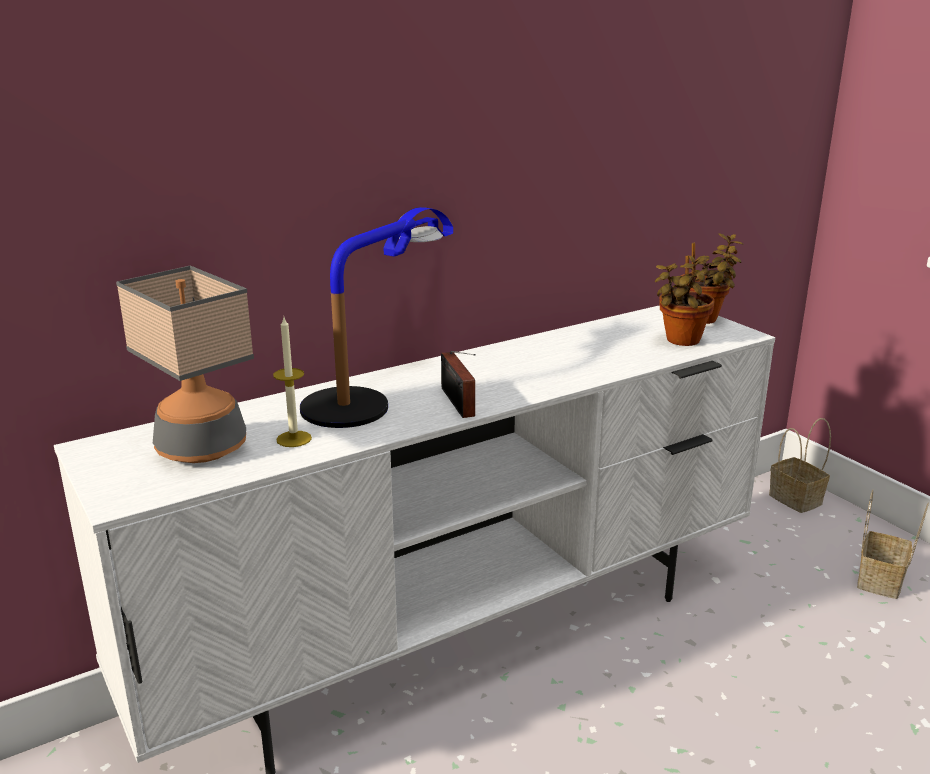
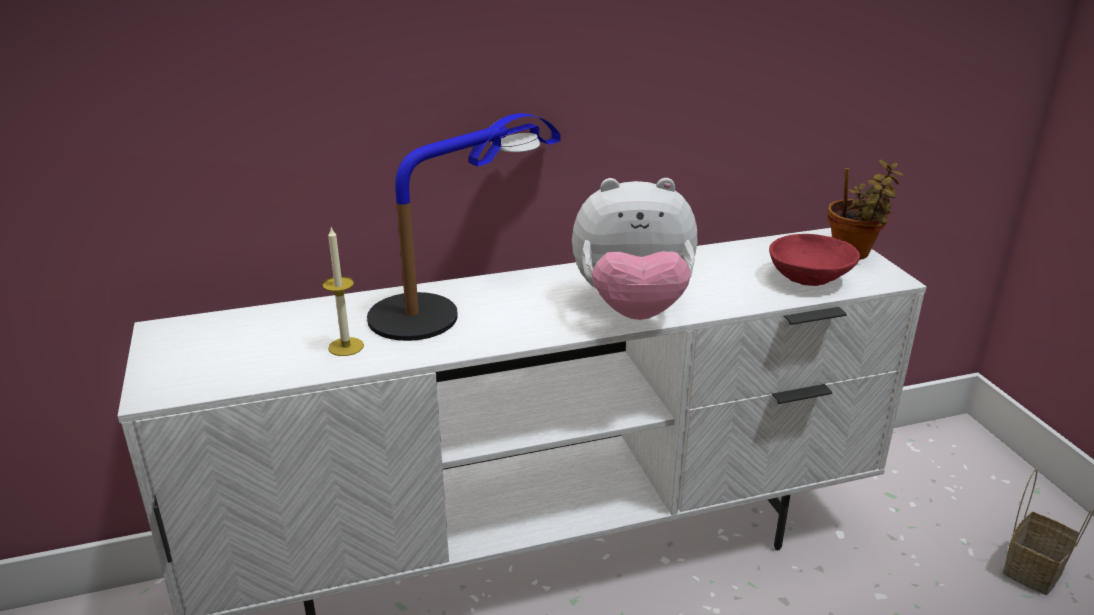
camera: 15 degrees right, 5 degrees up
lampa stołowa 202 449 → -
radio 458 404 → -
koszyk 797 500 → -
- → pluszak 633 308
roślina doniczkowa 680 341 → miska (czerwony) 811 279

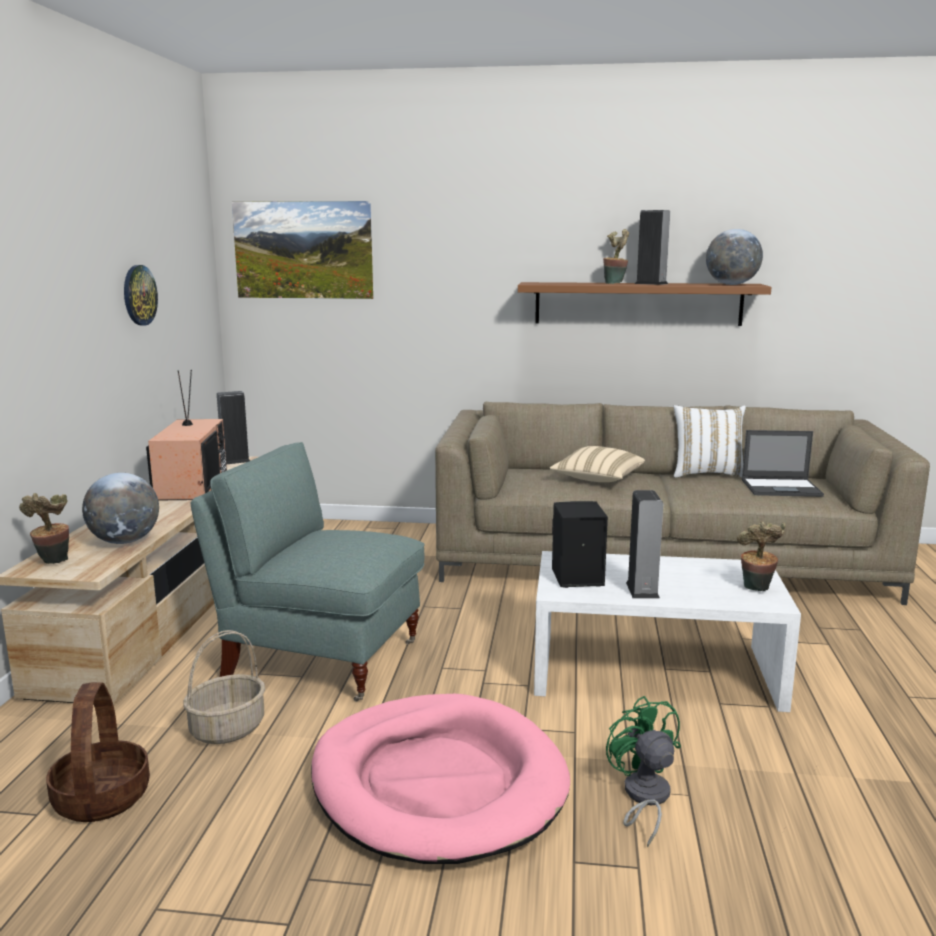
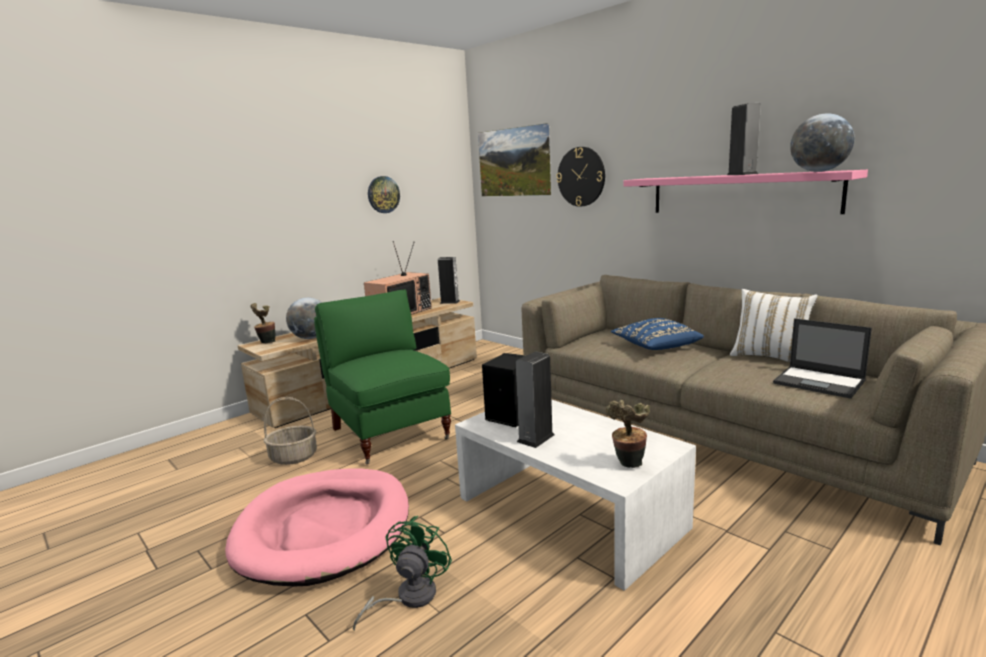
camera: 40 degrees right, 0 degrees up
koszyk 101 797 → -
roślina doniczkowa 615 283 → -
- → zegar ścienny 581 176
fotel (szary) 320 659 → fotel (zielony) 390 433
półka (brązowy) 638 303 → półka (różowy) 740 194
poduszka (beżowy) 597 479 → poduszka (niebieski) 655 347

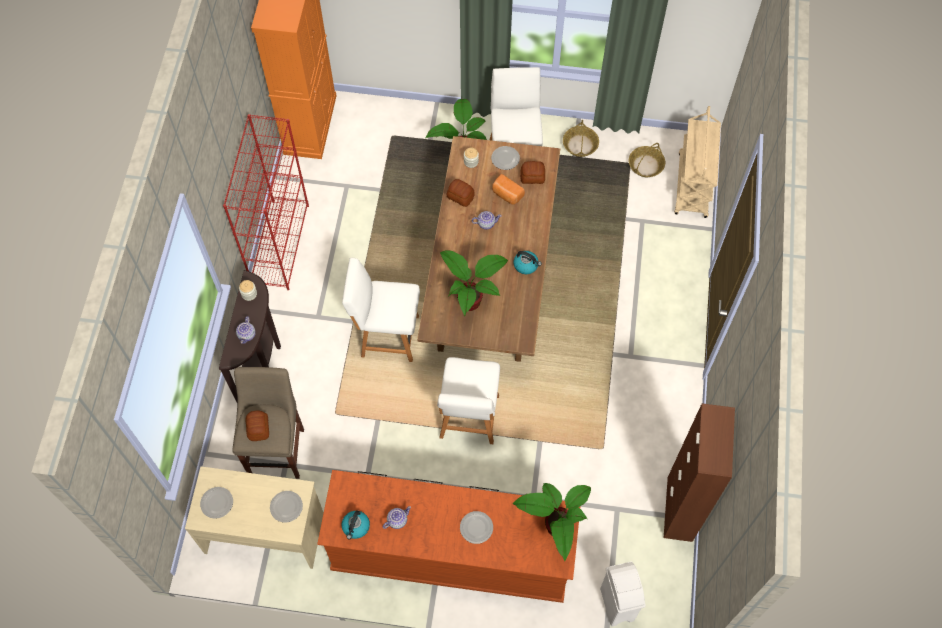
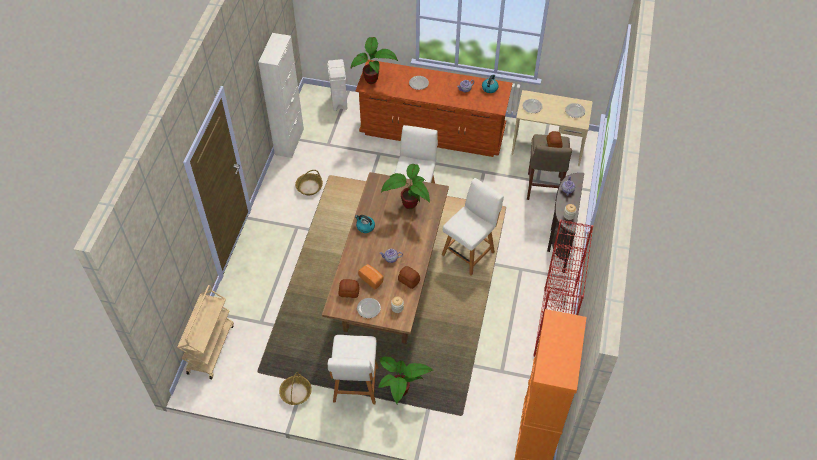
camera: 175 degrees left, 10 degrees down
koszyk 645 165 → koszyk 309 187, relocated
szafka (brązowy) 679 509 → szafka (biały) 289 142
krzesło (biały) 387 336 → krzesło (biały) 469 252, 60 degrees counterclockwise

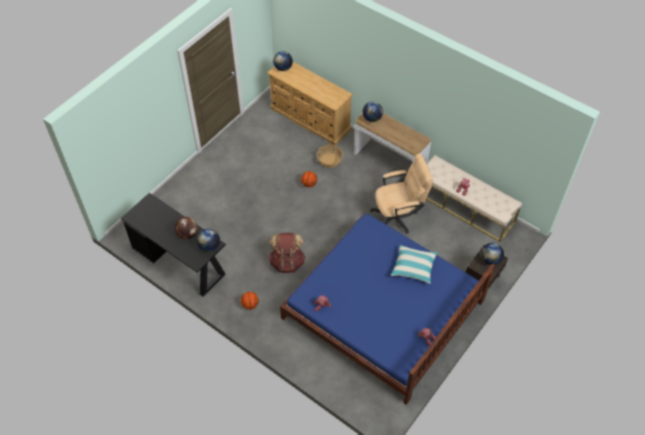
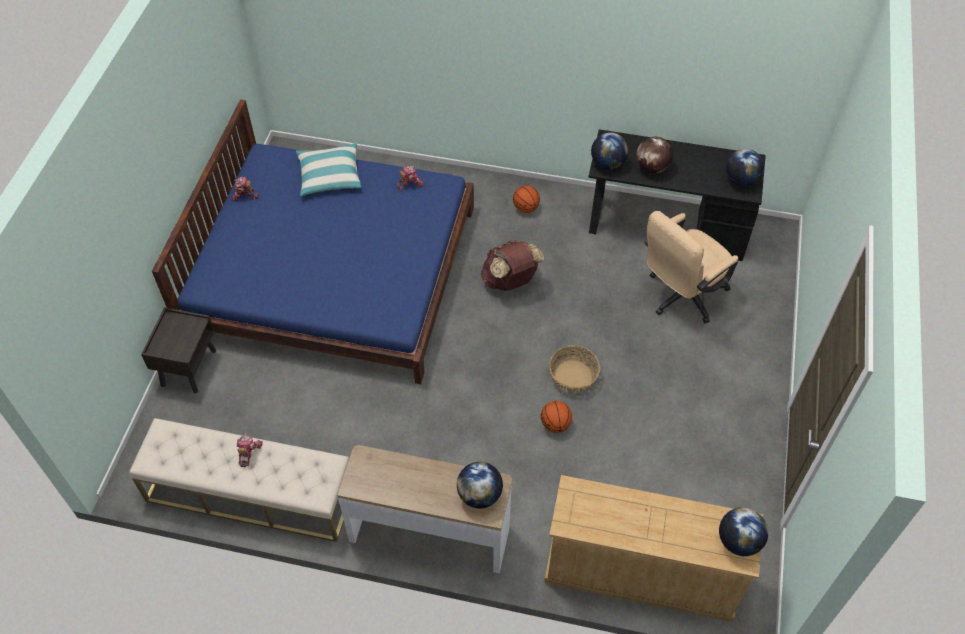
camera: 155 degrees right, 0 degrees up
koszyk 329 160 → koszyk 573 376, relocated
krzesło biurowe (beżowy) 398 216 → krzesło biurowe (beżowy) 680 297, relocated
poduszka 413 267 → poduszka 330 176, relocated
globus 490 260 → globus 740 180, relocated

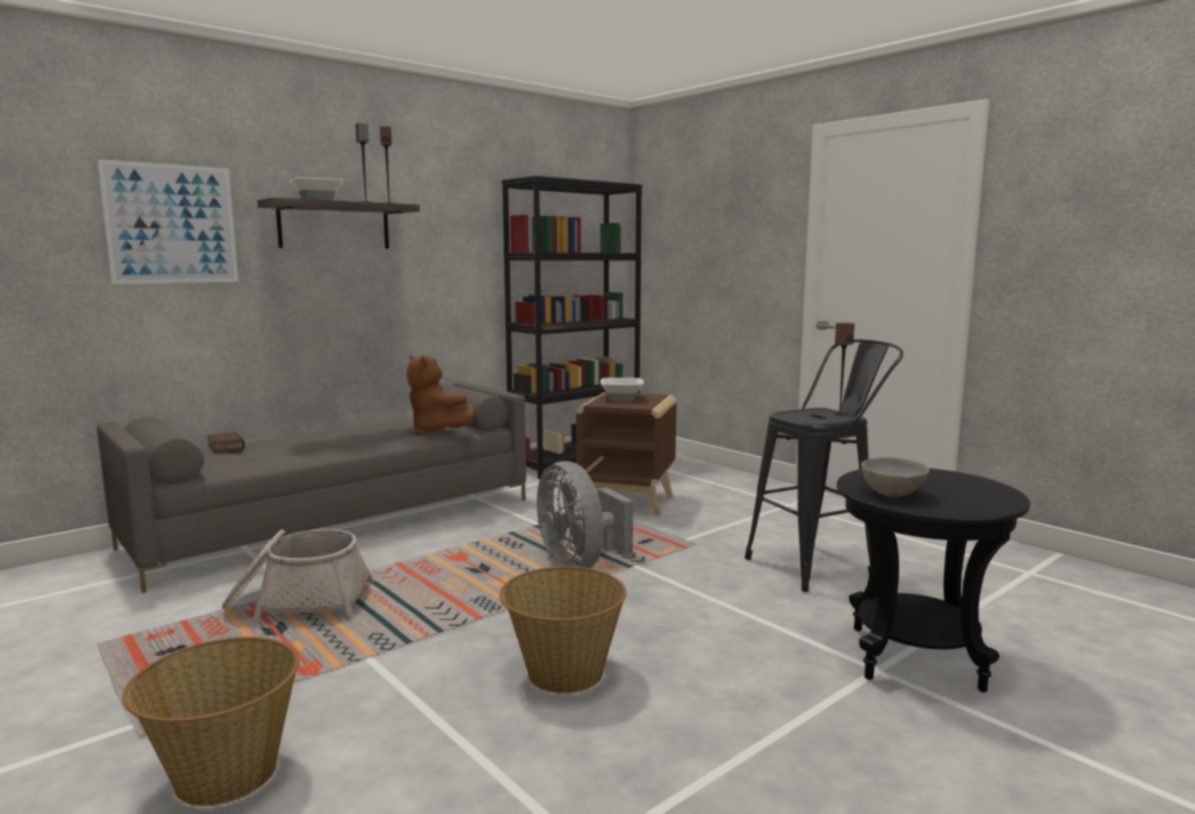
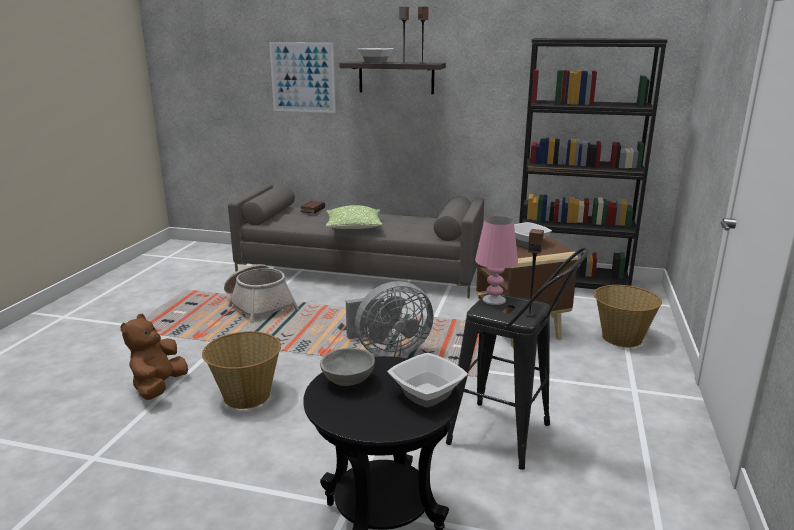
camera: 55 degrees right, 10 degrees up
- → poduszka 353 227
- → miska 425 394
- → lampa stołowa (różowy) 493 300
koszyk 224 774 → koszyk 621 338, relocated
pluszak (brązowy) 437 431 → pluszak (brązowy) 159 387, relocated
wentylator (szary) 579 565 → wentylator (szary) 388 351, 135 degrees counterclockwise

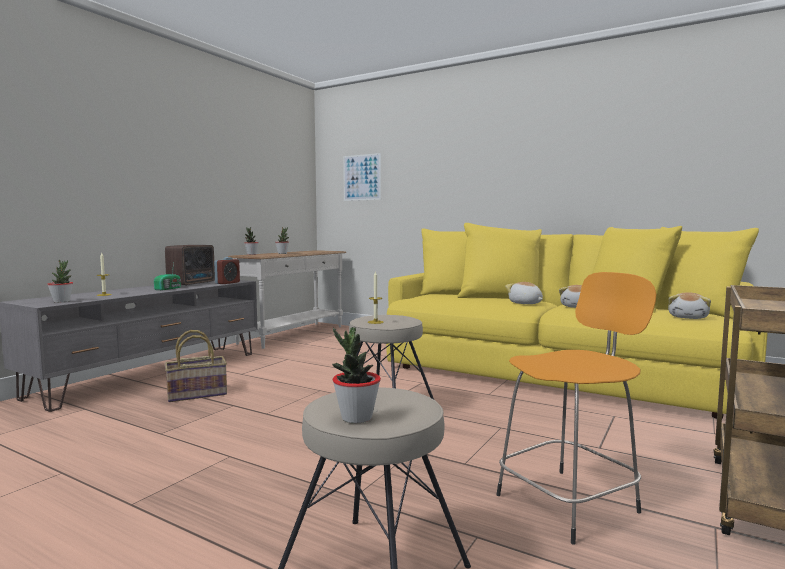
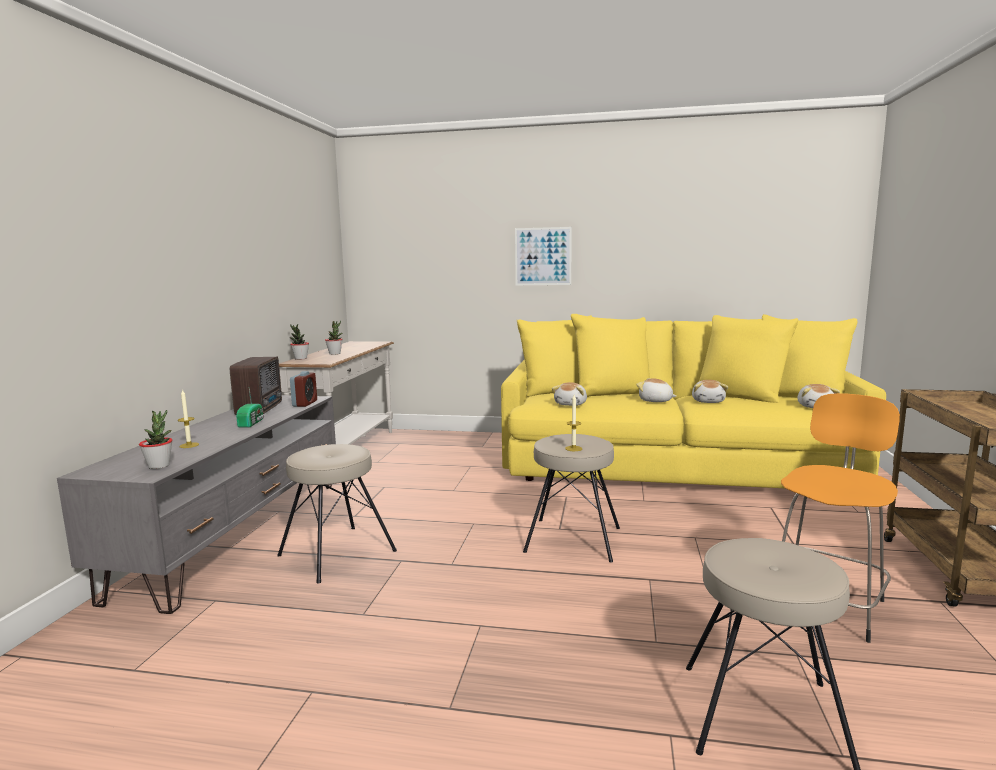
camera: 20 degrees left, 5 degrees up
roślina doniczkowa 356 418 → -
- → pluszak 571 404
obraz 362 177 → obraz 543 256, relocated
koszyk 197 394 → stołek (beżowy) 336 552

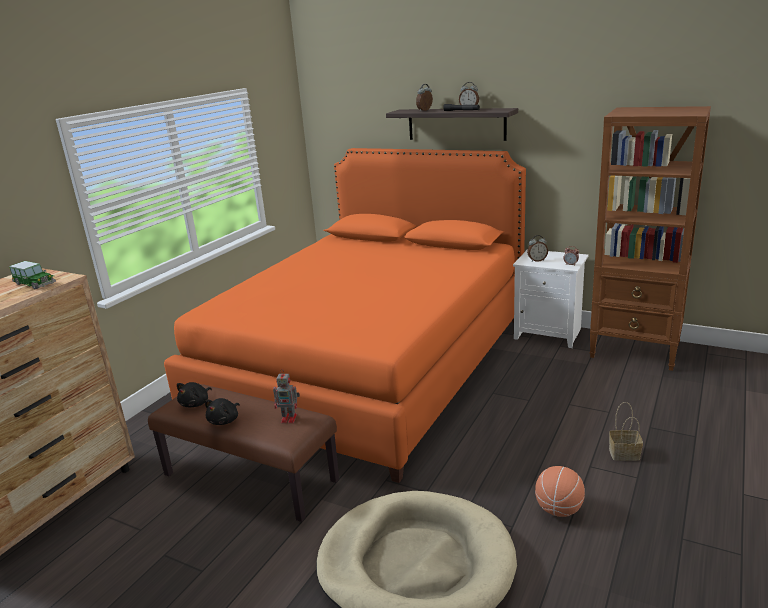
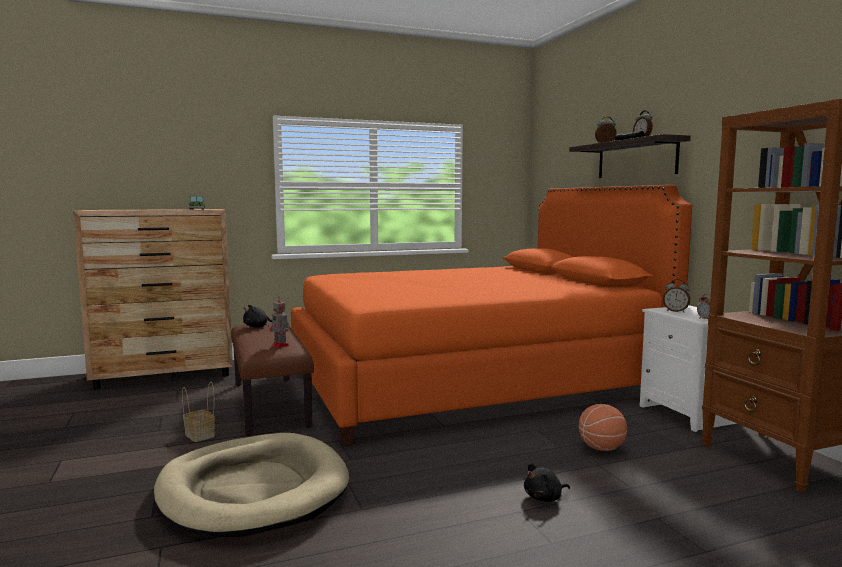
camera: 40 degrees right, 15 degrees down
pluszak (czarny) 225 420 → pluszak (czarny) 545 498, relocated
piłka do koszykówki 558 509 → piłka do koszykówki 601 448, relocated
koszyk 625 453 → koszyk 200 435, relocated

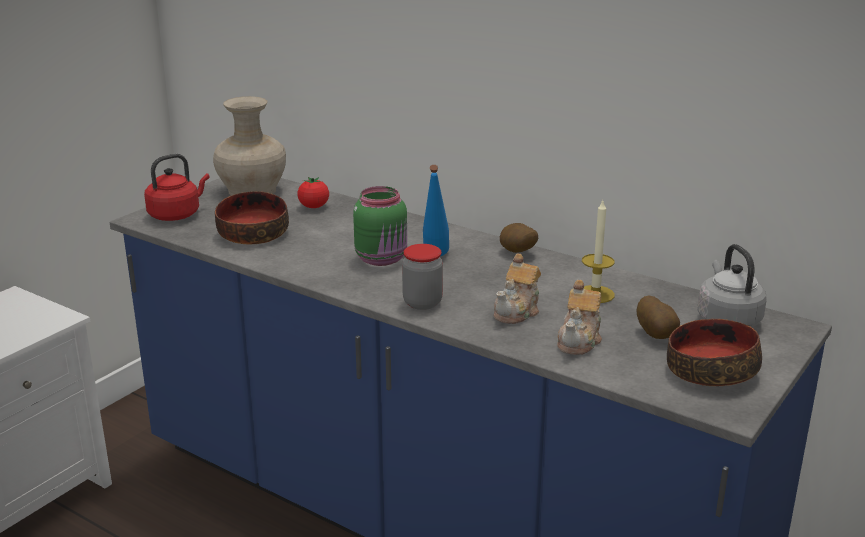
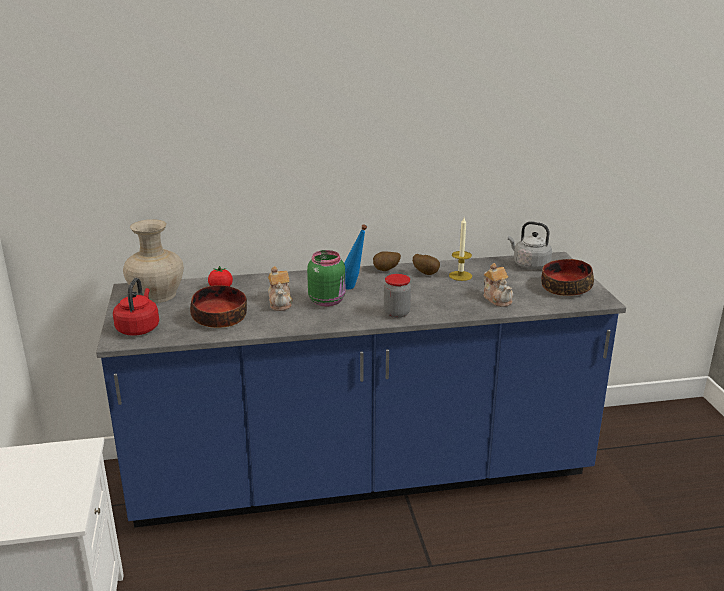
camera: 45 degrees left, 0 degrees up
imbryk 518 312 → imbryk 280 302, relocated
ziemniak 657 334 → ziemniak 426 273, relocated

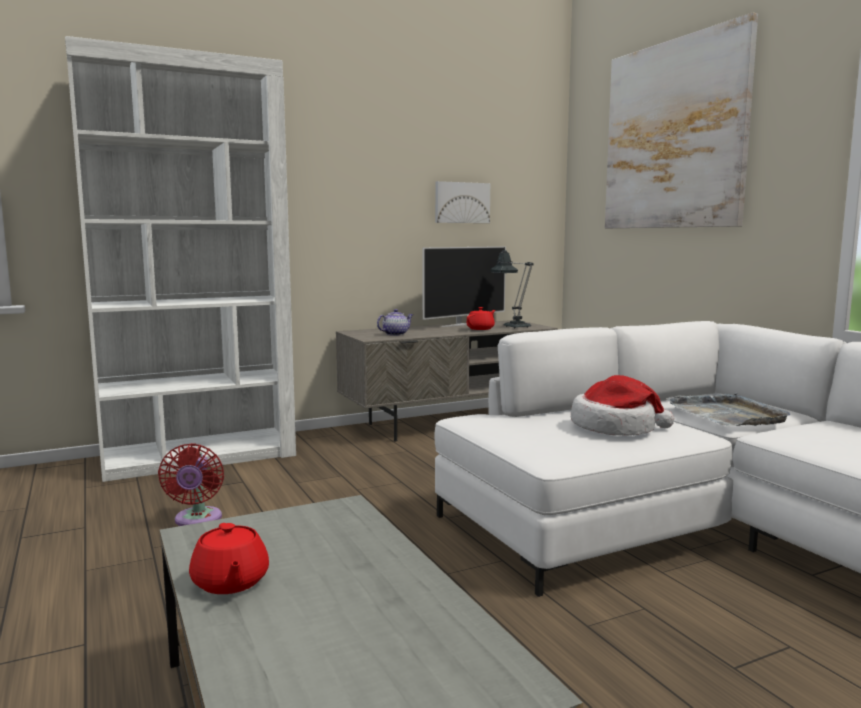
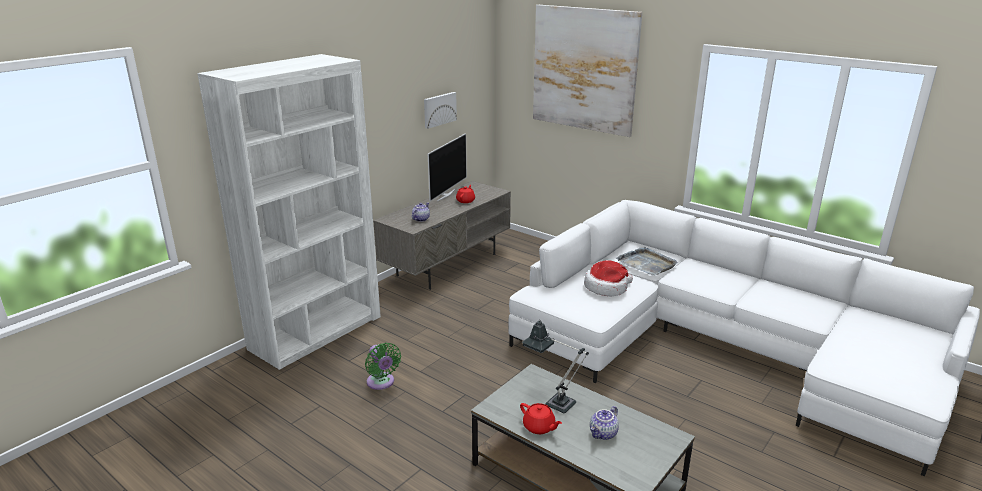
camera: 25 degrees left, 15 degrees up
- → imbryk 603 434
lampa stołowa 513 326 → lampa stołowa 554 401, relocated
wentylator (czerwony) 197 520 → wentylator (zielony) 381 383

